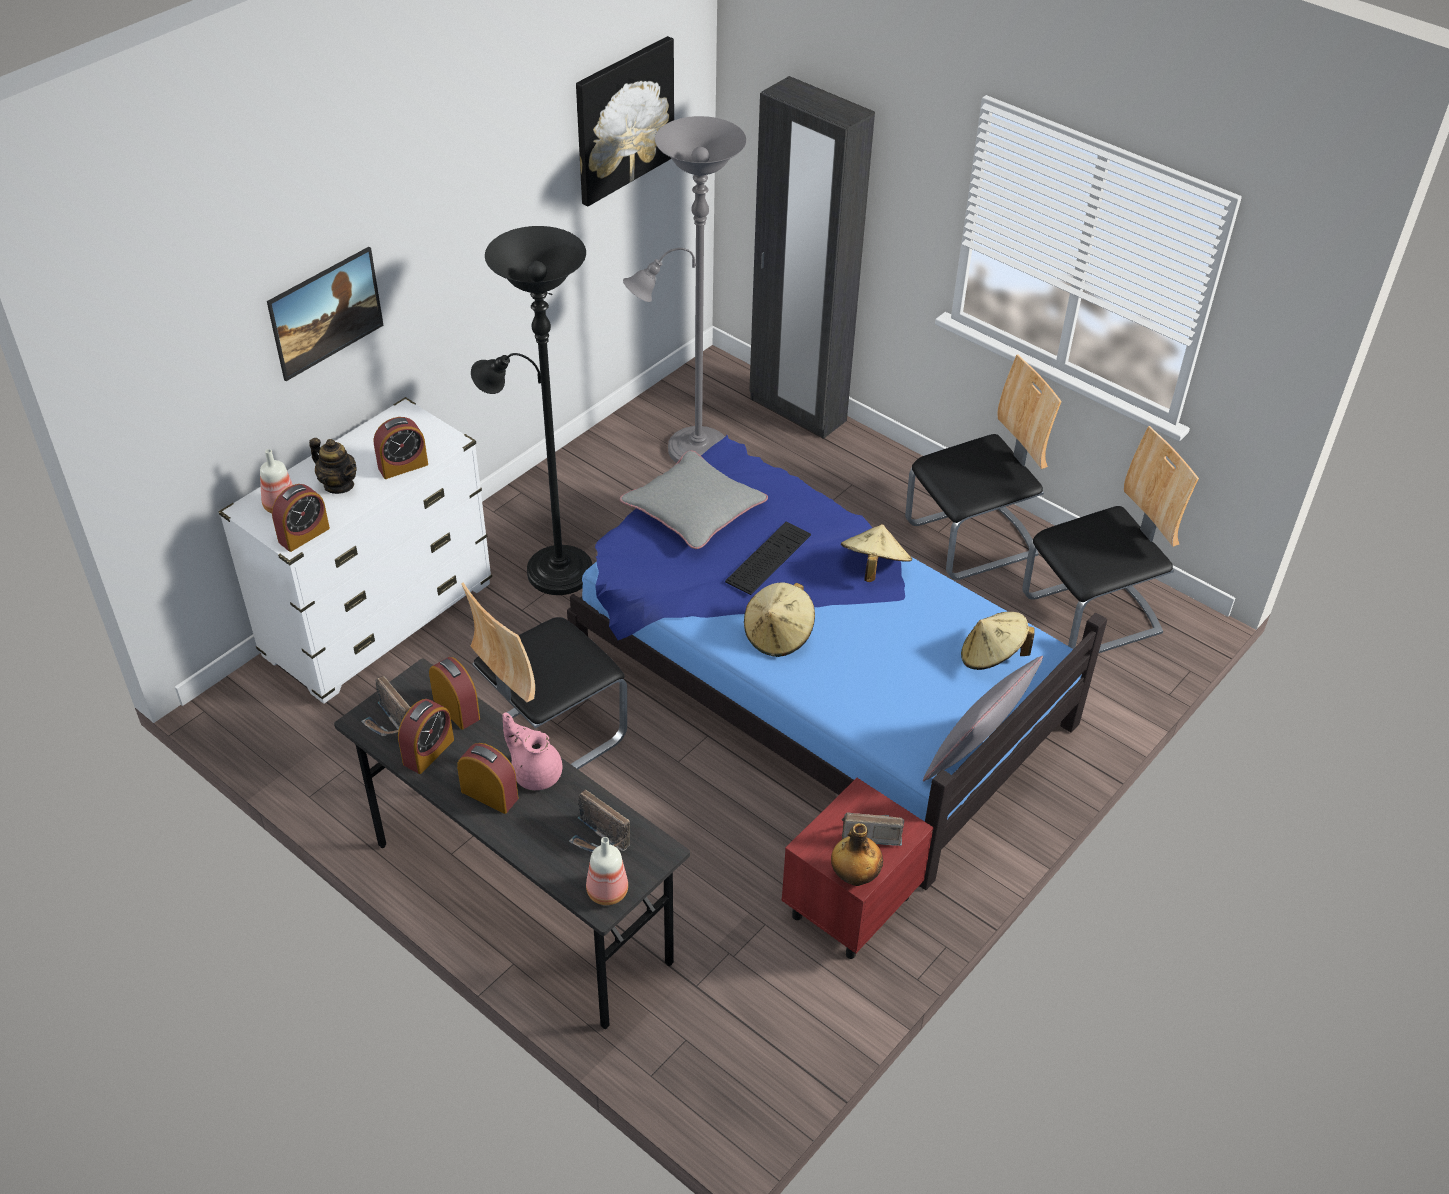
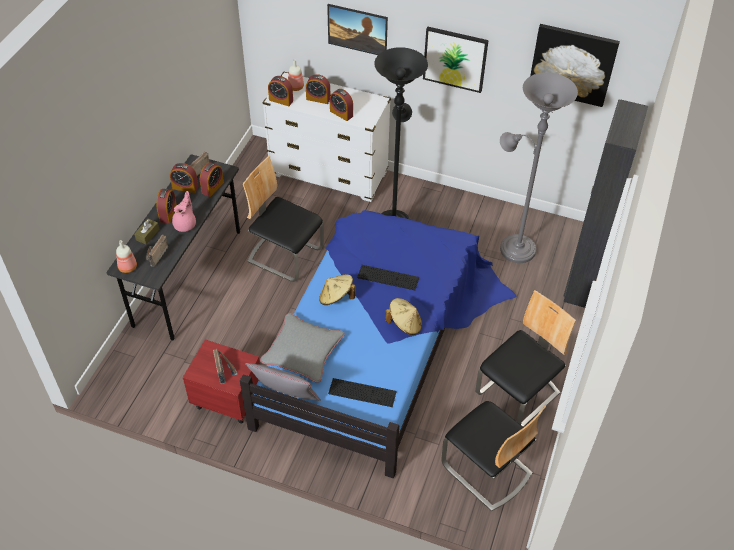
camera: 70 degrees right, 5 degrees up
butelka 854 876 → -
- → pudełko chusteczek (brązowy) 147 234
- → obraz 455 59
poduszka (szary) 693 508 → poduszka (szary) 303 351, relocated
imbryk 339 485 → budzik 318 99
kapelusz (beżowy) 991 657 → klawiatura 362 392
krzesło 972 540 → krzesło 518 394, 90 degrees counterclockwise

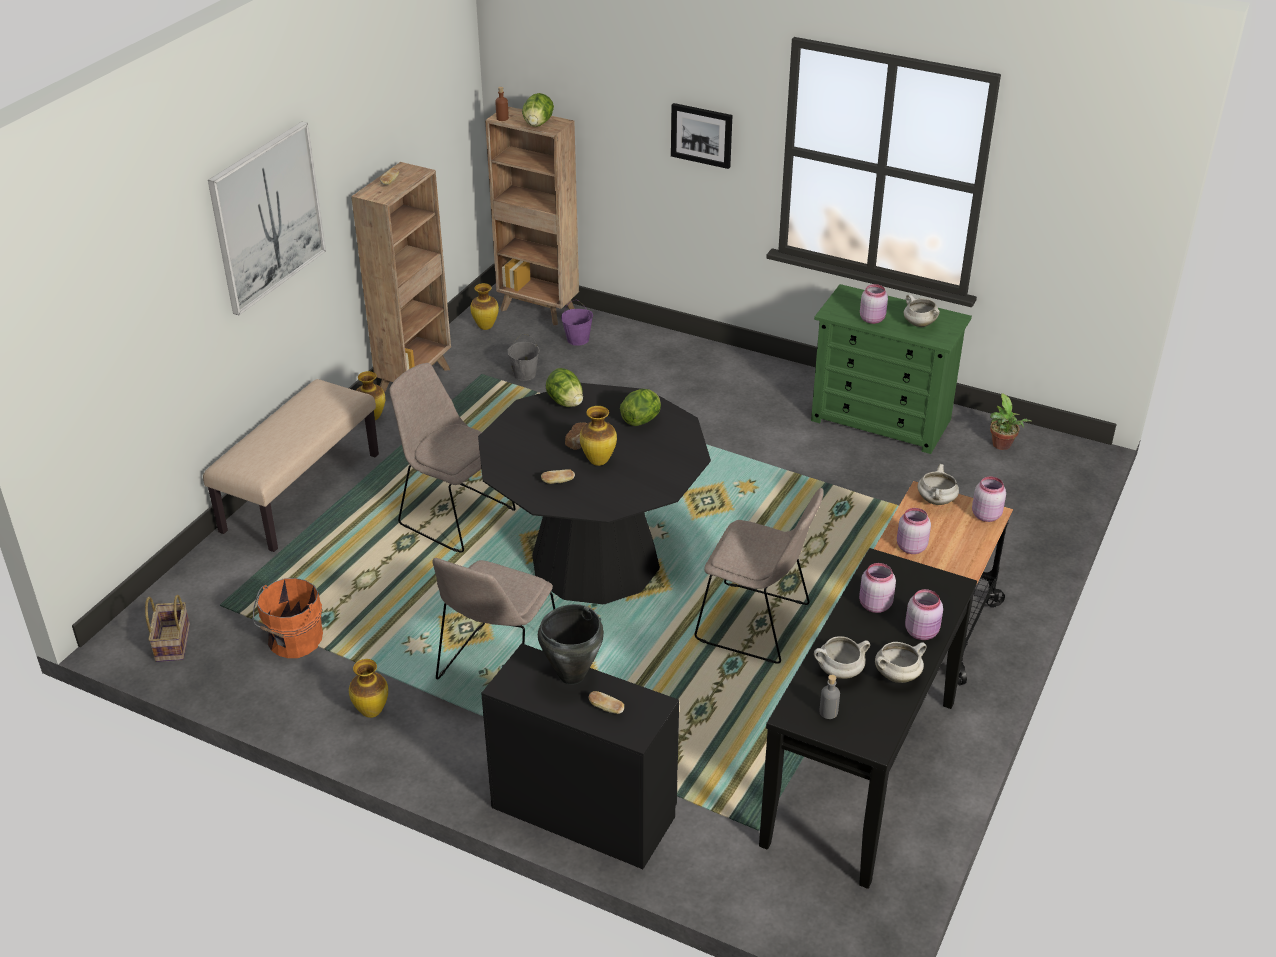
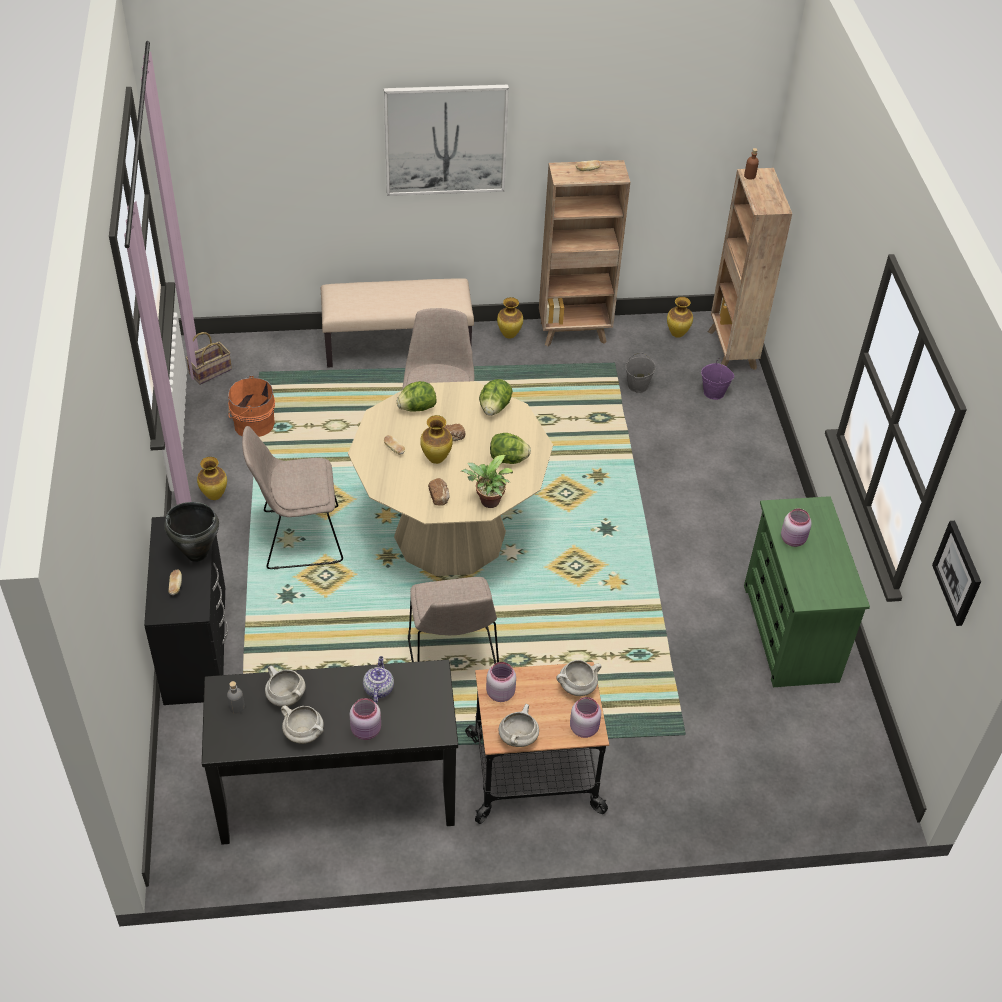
camera: 55 degrees right, 10 degrees up
- → chleb 439 496
sałata 538 124 → sałata 417 408, relocated
obraz 702 135 → obraz 958 573, relocated
garnek (biały) 919 324 → garnek (biały) 518 737, relocated
roślina doniczkowa 1002 446 → roślina doniczkowa 487 502, relocated
słoik (różowy) 874 605 → imbryk 378 689
stół jadalny (czarny) 595 562 → stół jadalny (beżowy) 450 534

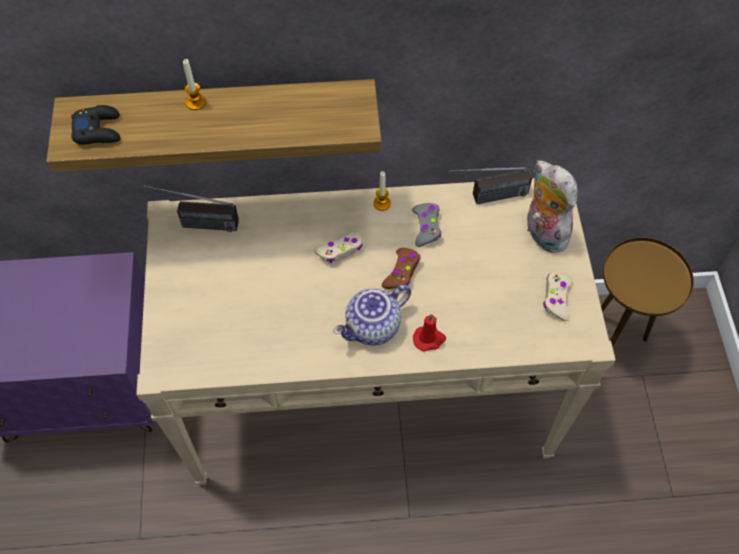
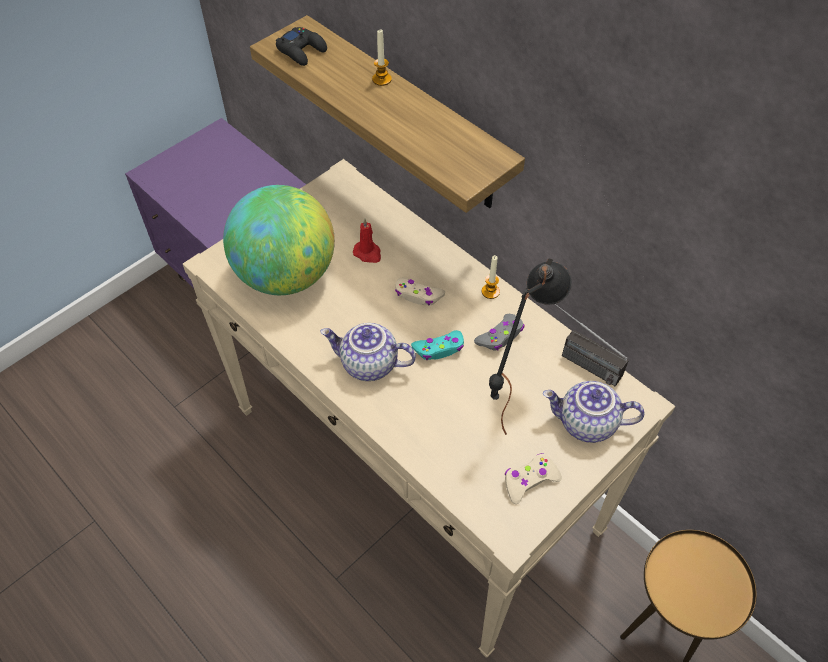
camera: 50 degrees right, 5 degrees down
radio 195 224 → -
- → globus 286 275
- → lampa stołowa (czarny) 512 395
świeca (czerwony) 429 339 → świeca (czerwony) 368 253, relocated
pluszak 542 233 → imbryk 586 424
pad do gier (brązowy) 402 272 → pad do gier (turkusowy) 439 349

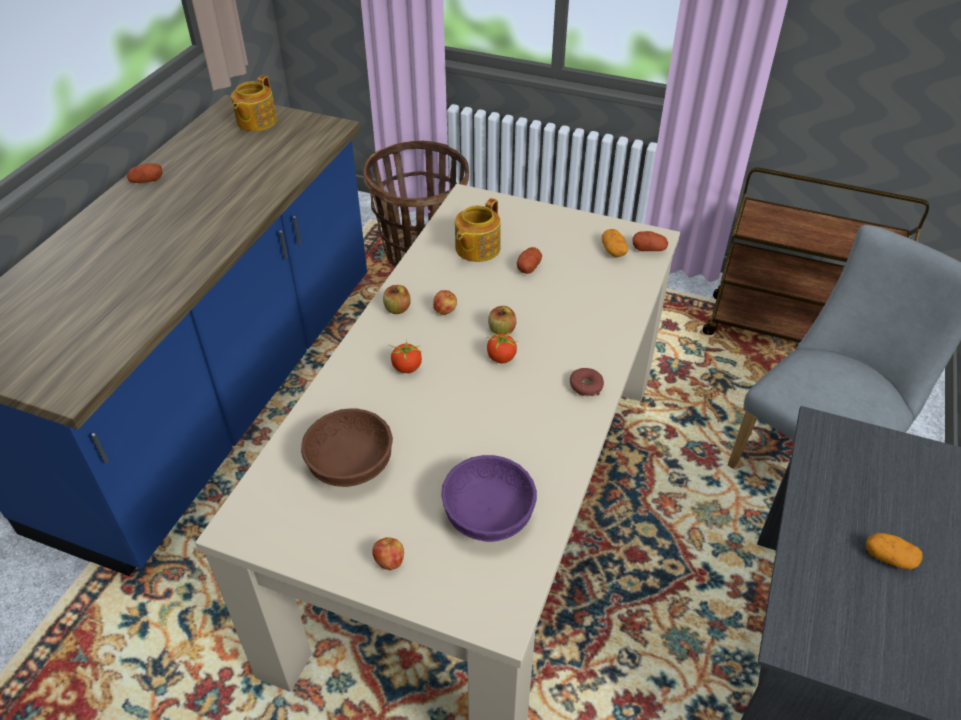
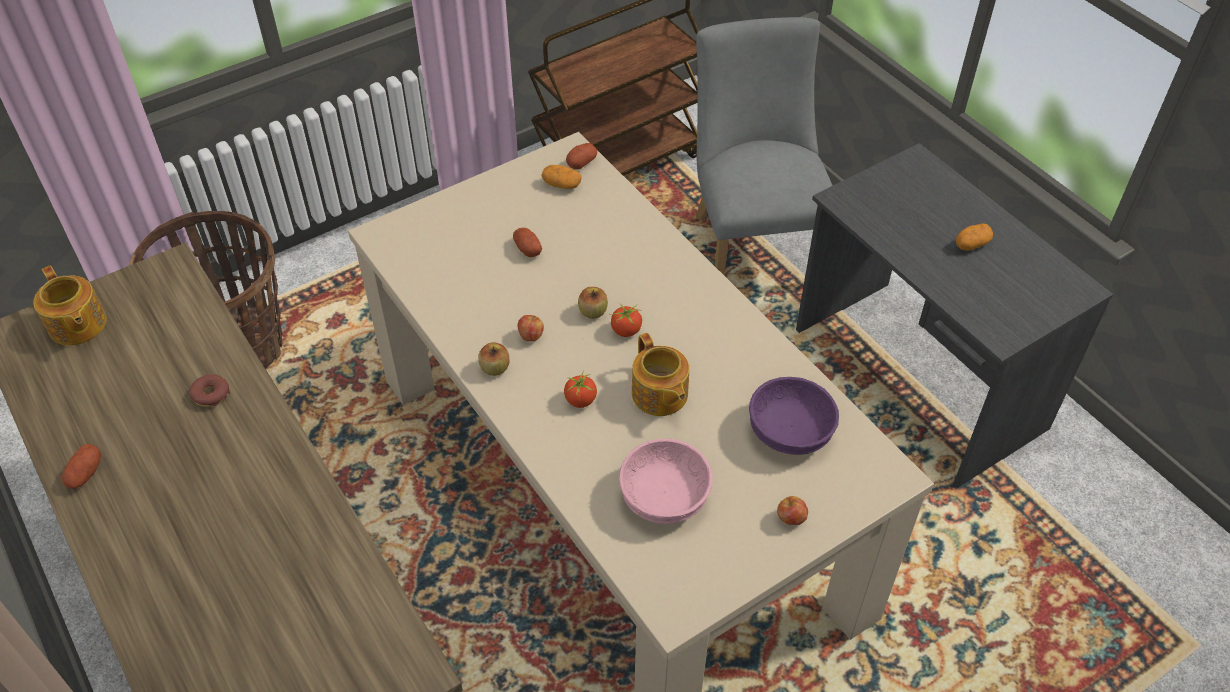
camera: 55 degrees left, 5 degrees up
imbryk 476 248 → imbryk 659 395, relocated
donut 586 386 → donut 211 394, relocated
miska (brązowy) 350 462 → miska (różowy) 663 495

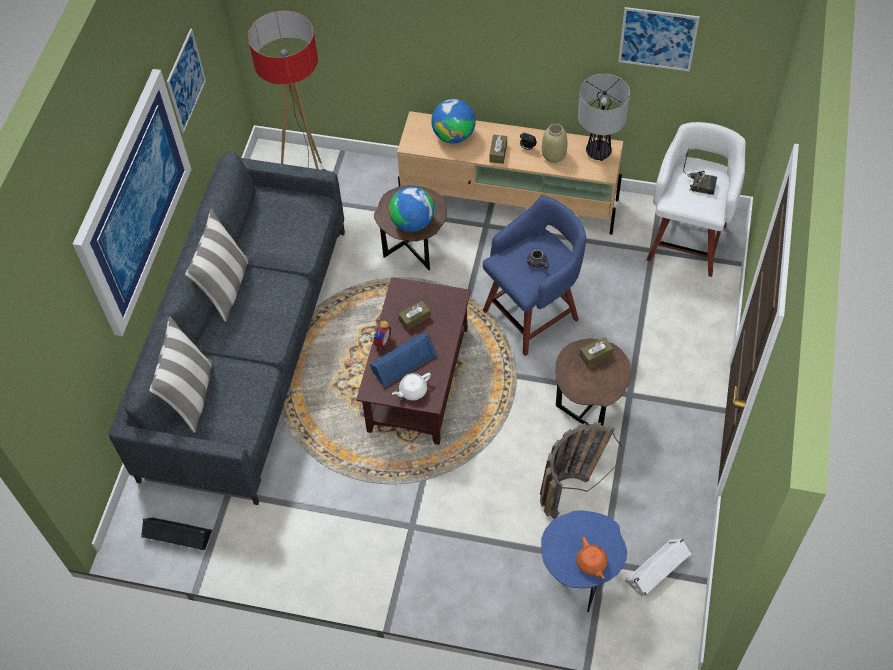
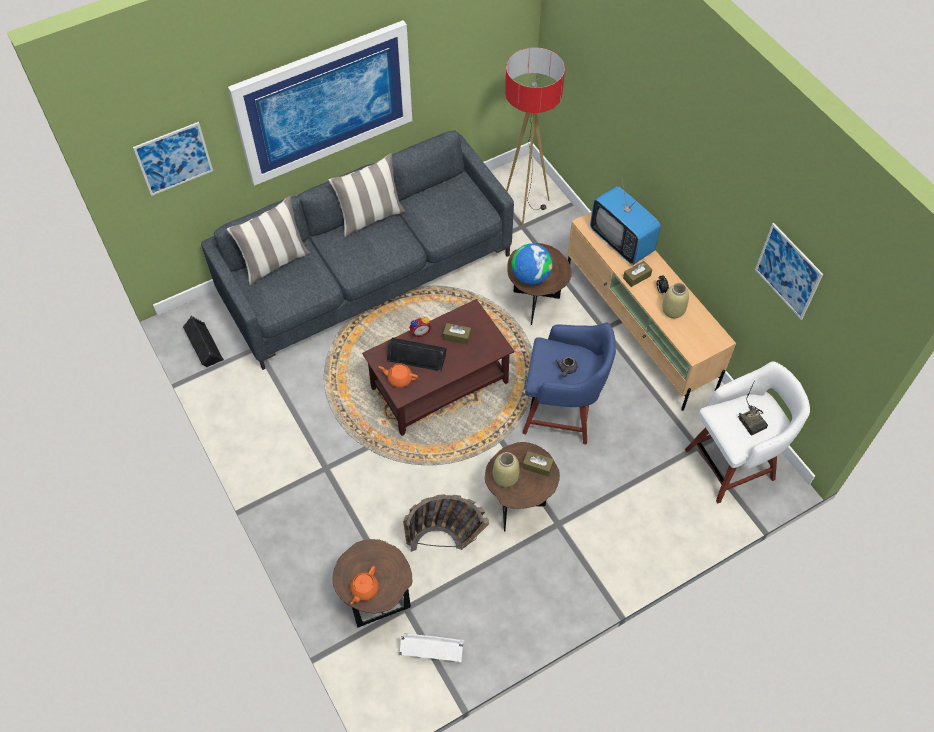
camera: 45 degrees right, 0 degrees up
lampa stołowa 598 152 → -
- → wazon (beżowy) 506 478
obraz 186 80 → obraz 174 158, relocated
globus 454 135 → telewizor 621 241
głośnik (niebieski) 403 361 → głośnik (czarny) 417 356
imbryk (biały) 412 391 → imbryk (pomarańczowy) 399 379
stolik (niebieski) 578 579 → stolik (brązowy) 377 602

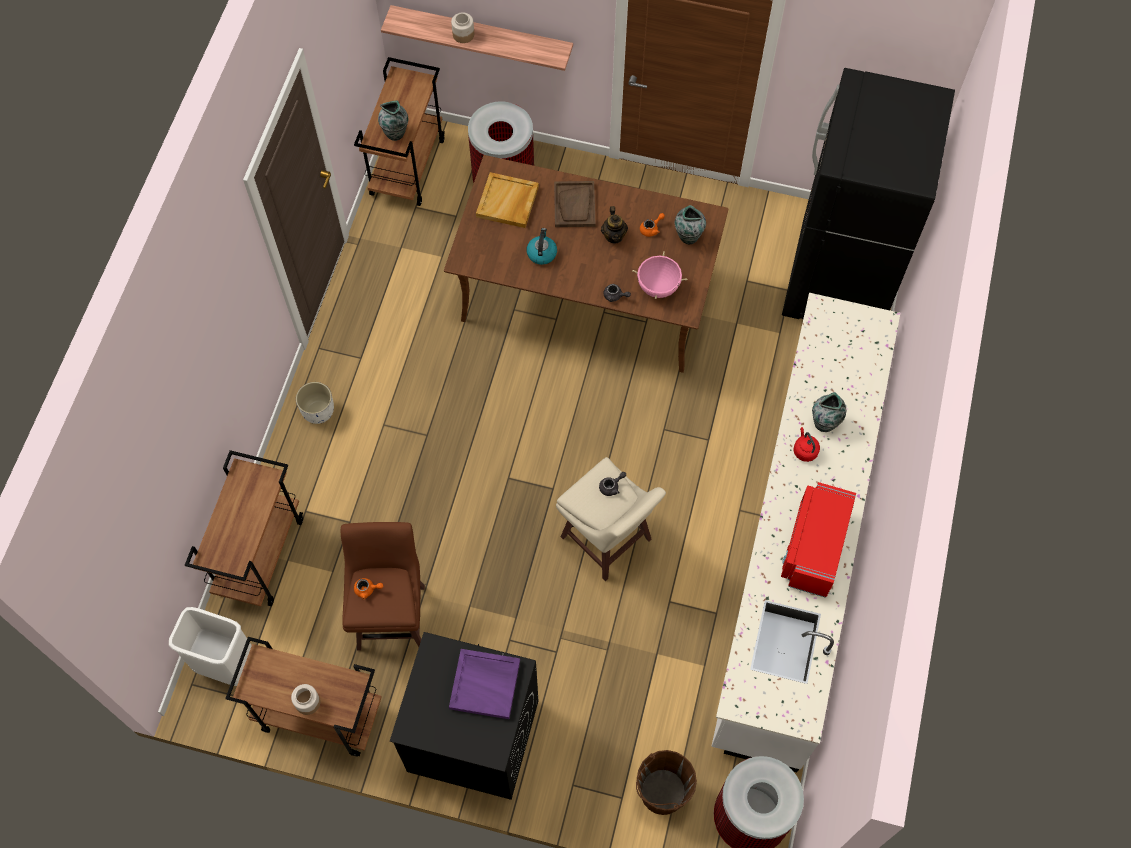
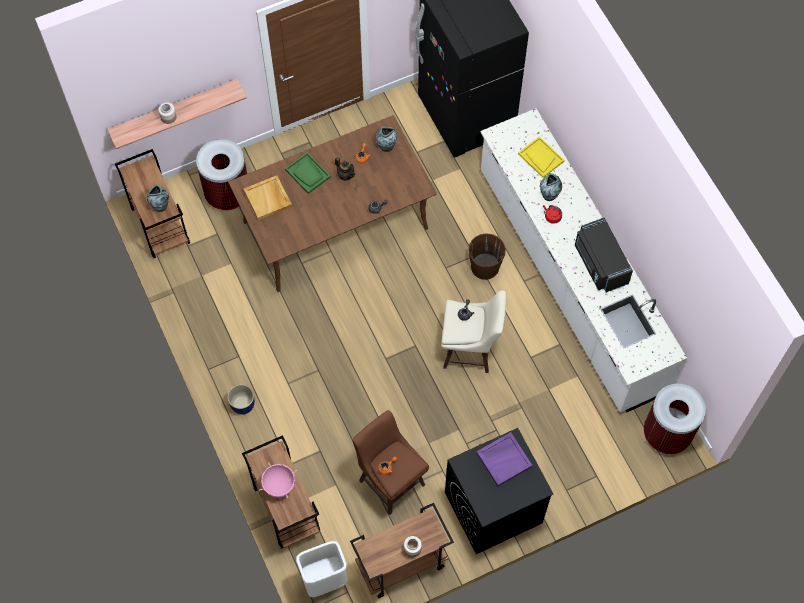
camera: 40 degrees left, 0 degrees up
czajnik 541 253 → -
- → taca (żółty) 540 158
garnek (różowy) 658 287 → garnek (różowy) 279 485, relocated
wiadro (brązowy) 662 792 → wiadro (brązowy) 484 267, relocated
donica (biały) 318 411 → donica (niebieski) 242 405
taca (brązowy) 574 205 → taca (zielony) 307 173
mikrofalówka (czerwony) 812 547 → mikrofalówka (czarny) 599 264

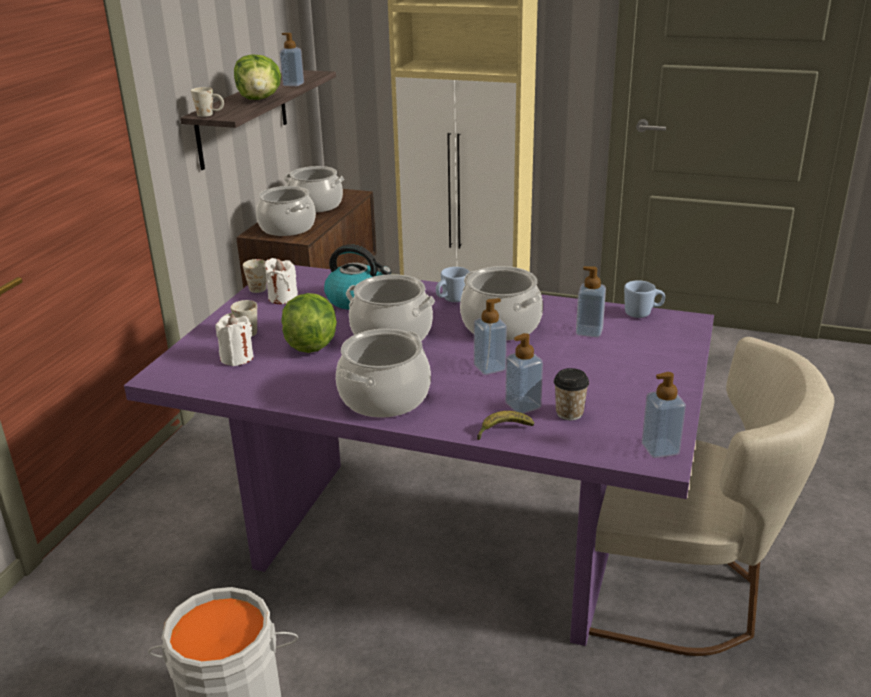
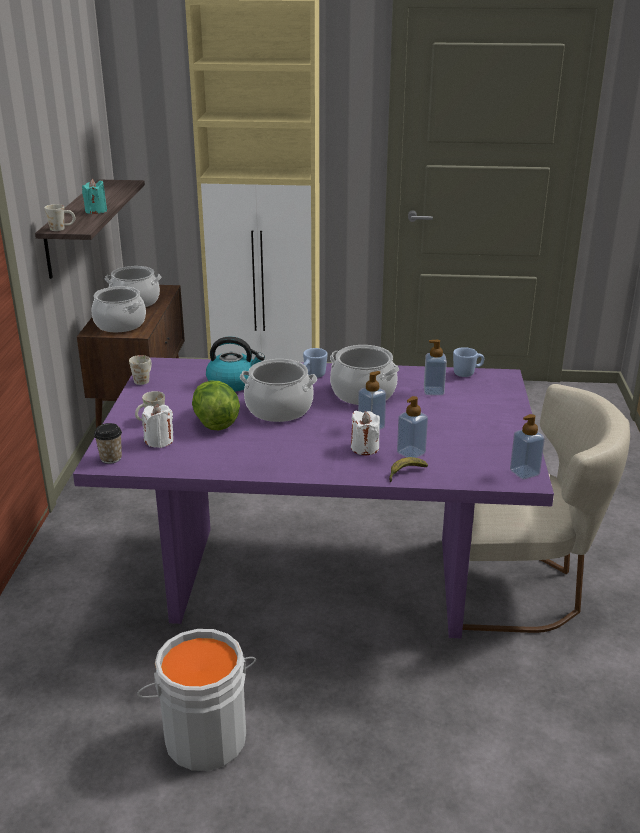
camera: 15 degrees left, 0 degrees up
dozownik mydła 293 84 → -
garnek 385 398 → -
świeca (biały) 283 298 → świeca (biały) 364 448, relocated
filiżanka 569 413 → filiżanka 111 458, relocated
sałata 260 99 → świeca (turkusowy) 96 211

